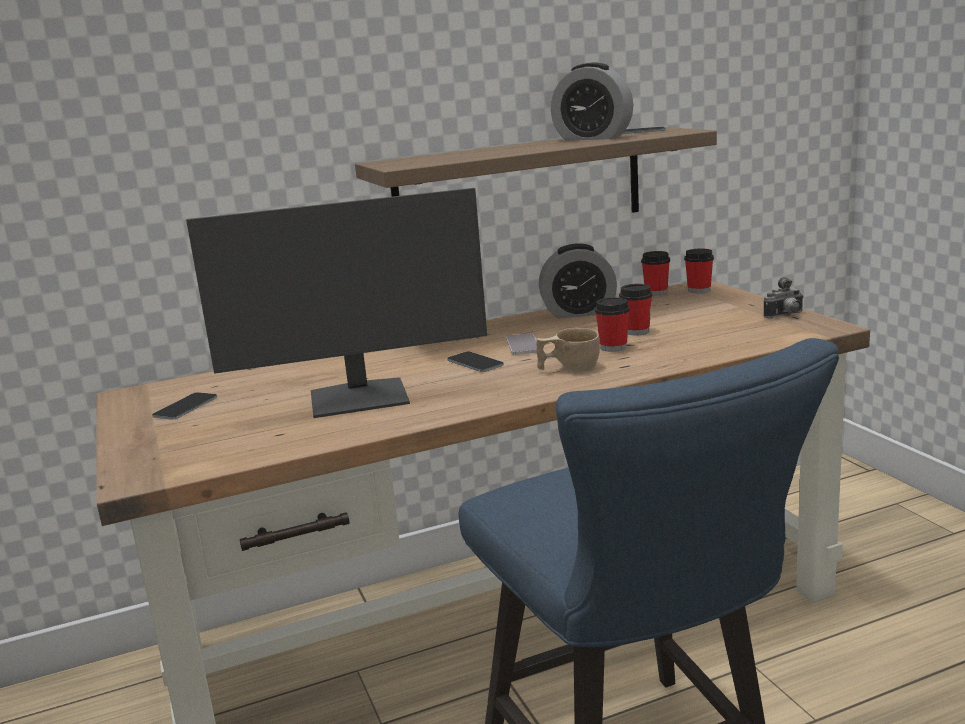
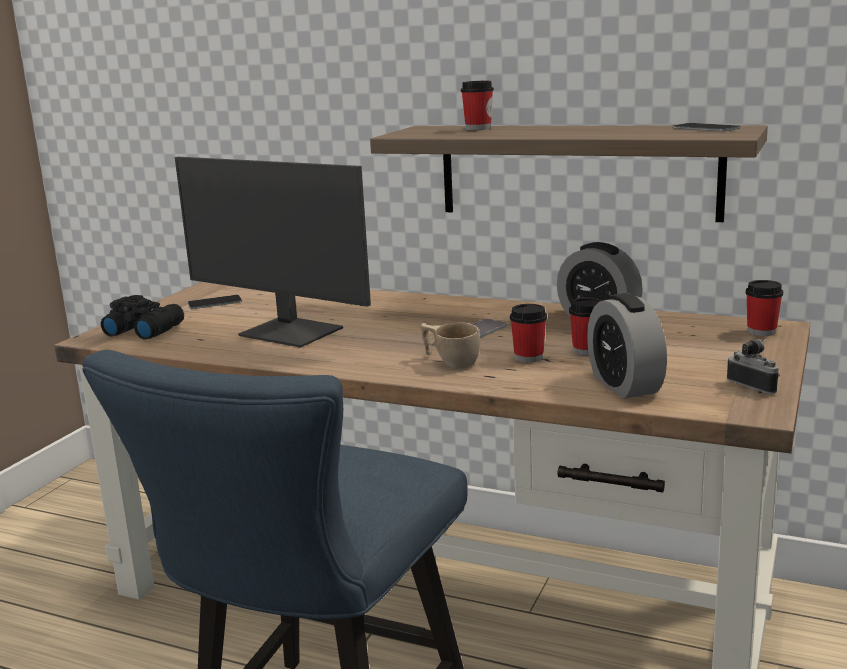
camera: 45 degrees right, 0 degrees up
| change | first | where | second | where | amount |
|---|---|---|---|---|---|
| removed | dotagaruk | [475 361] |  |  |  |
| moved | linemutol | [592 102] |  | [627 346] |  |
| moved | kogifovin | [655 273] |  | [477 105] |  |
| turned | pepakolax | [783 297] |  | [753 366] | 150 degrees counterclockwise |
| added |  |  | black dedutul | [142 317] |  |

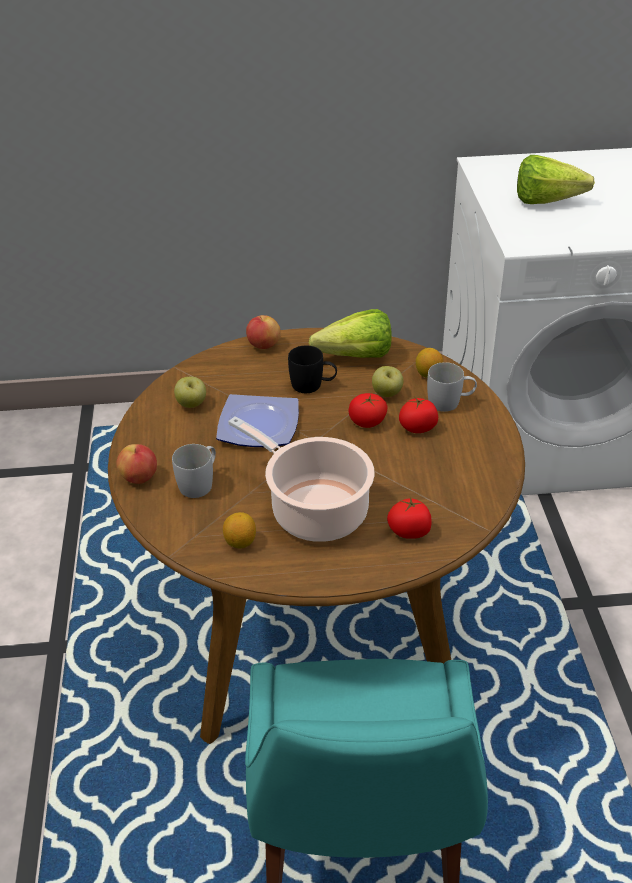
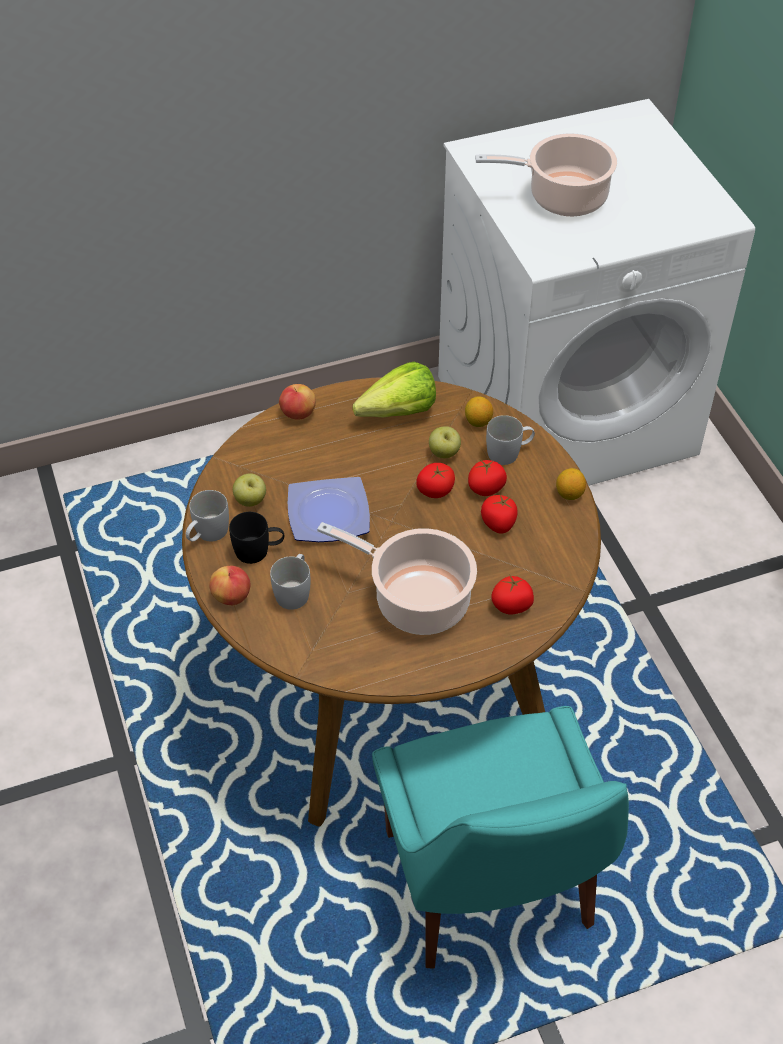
camera: 15 degrees left, 10 degrees up
| change | first | where | second | where | amount |
|---|---|---|---|---|---|
| moved | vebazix | [239 530] |  | [571 484] |  |
| moved | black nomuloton | [312 369] |  | [256 538] |  |
| replaced | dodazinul | [556 179] | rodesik | [546 174] |  |
| added |  |  | white nomuloton | [207 516] |  |
| added |  |  | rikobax | [499 514] |  |

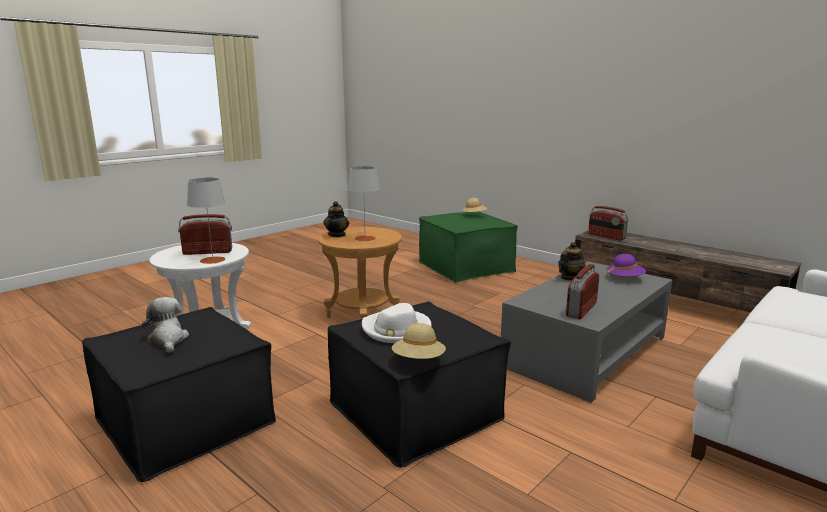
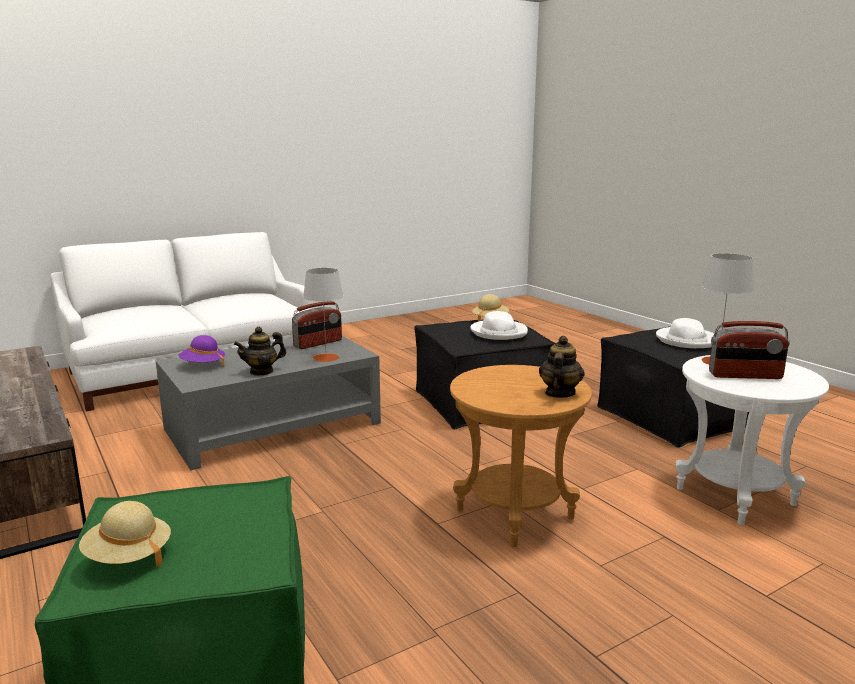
camera: 165 degrees left, 0 degrees up
| change | first | where | second | where | amount |
|---|---|---|---|---|---|
| replaced | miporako | [165 325] | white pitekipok | [685 333] |  |
| moved | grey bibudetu | [364 204] |  | [323 315] |  |
| removed | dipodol | [608 223] |  |  |  |

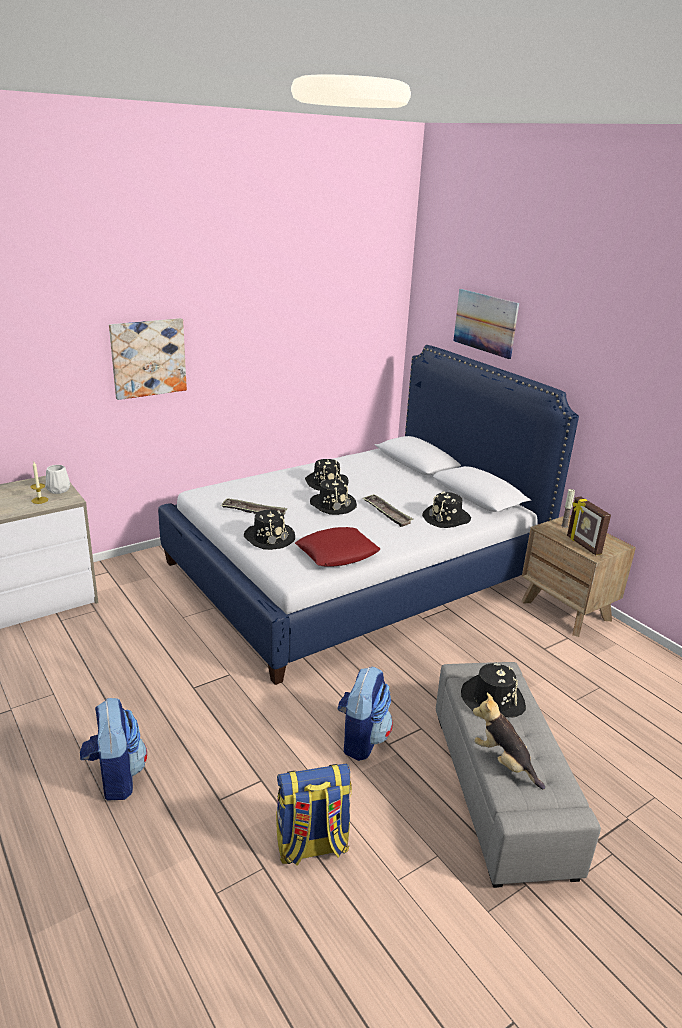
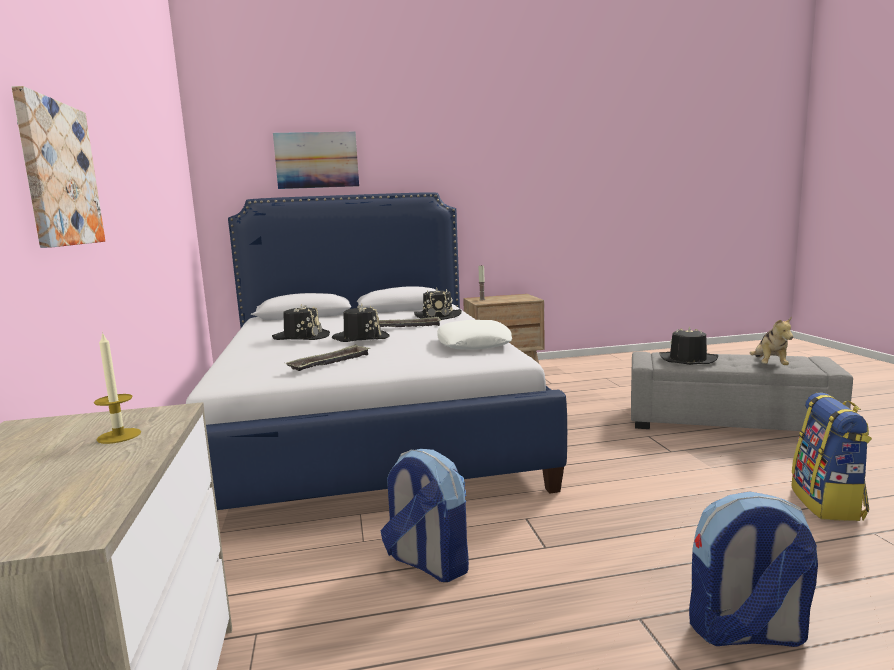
camera: 65 degrees left, 15 degrees down
| change | first | where | second | where | amount |
|---|---|---|---|---|---|
| removed | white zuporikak | [58 479] |  |  |  |
| removed | black pitekipok | [269 529] |  |  |  |
| recoloured | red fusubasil | [337 547] | white fusubasil | [474 335] |  |
| moved | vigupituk | [365 714] |  | [425 515] |  |
| turned | miporako | [509 741] |  | [771 340] | 60 degrees counterclockwise |
| removed | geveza | [589 526] |  |  |  |

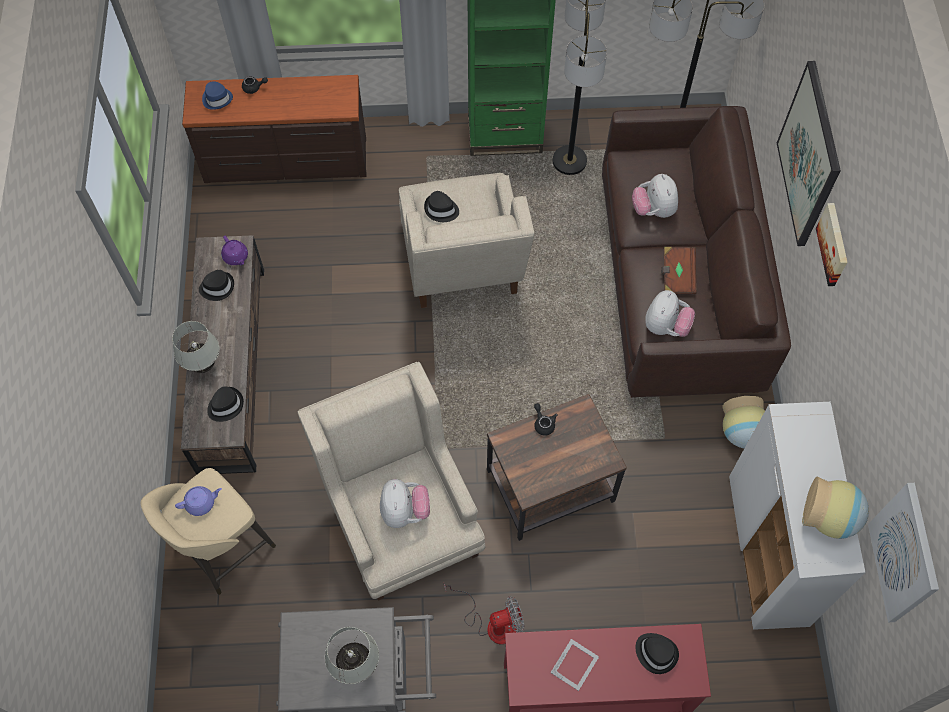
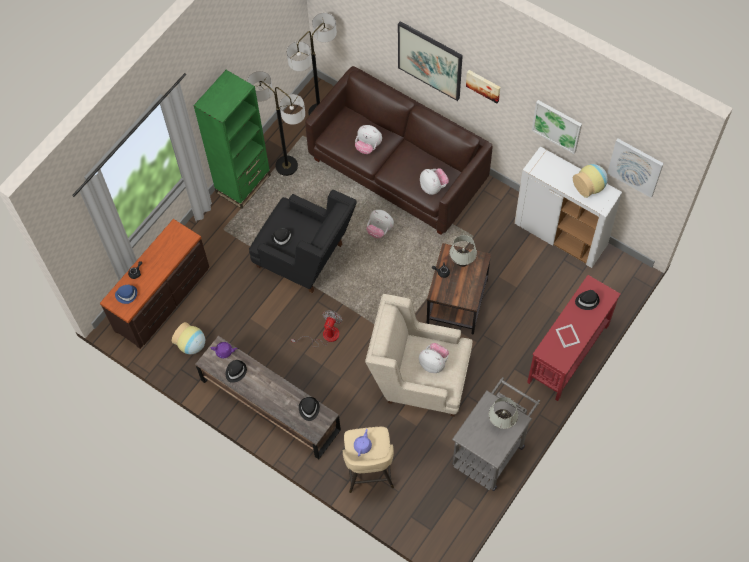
camera: 50 degrees left, 0 degrees up
| change | first | where | second | where | amount |
|---|---|---|---|---|---|
| moved | white bibudetu | [196 347] |  | [463 251] |  |
| recoloured | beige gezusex | [466 240] | black gezusex | [303 241] |  |
| moved | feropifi | [484 614] |  | [316 328] |  |
| removed | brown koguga | [679 270] |  |  |  |
| moved | zuporikak | [743 422] |  | [188 338] |  |
| added |  |  | miporako | [380 224] |  |
| added |  |  | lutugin | [557 127] |  |

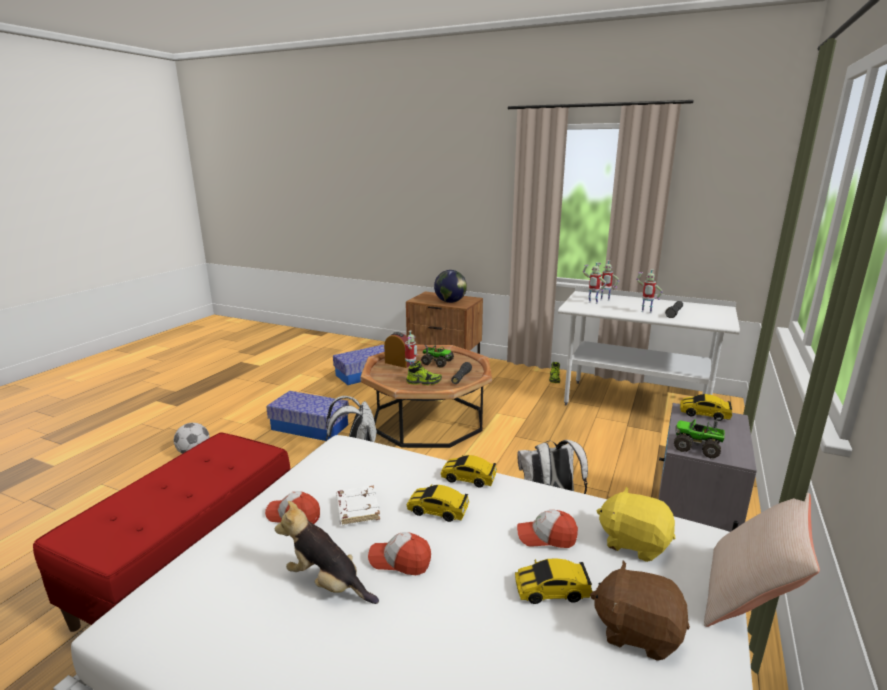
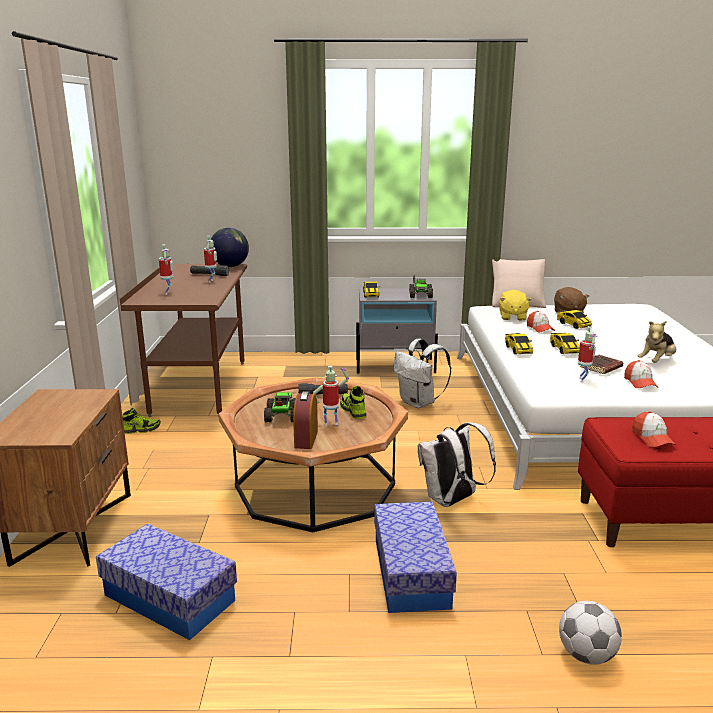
camera: 115 degrees left, 0 degrees up
| change | first | where | second | where | amount |
|---|---|---|---|---|---|
| turned | miporako | [327 552] |  | [657 342] | 45 degrees clockwise |
| recoloured | white koguga | [358 505] | brown koguga | [601 364] |  |
| moved | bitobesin | [399 553] |  | [653 429] |  |
| moved | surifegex | [450 286] |  | [230 247] |  |
| recoloured | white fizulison | [649 345] | brown fizulison | [183 340] |  |
| moved | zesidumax | [594 283] |  | [588 354] |  |

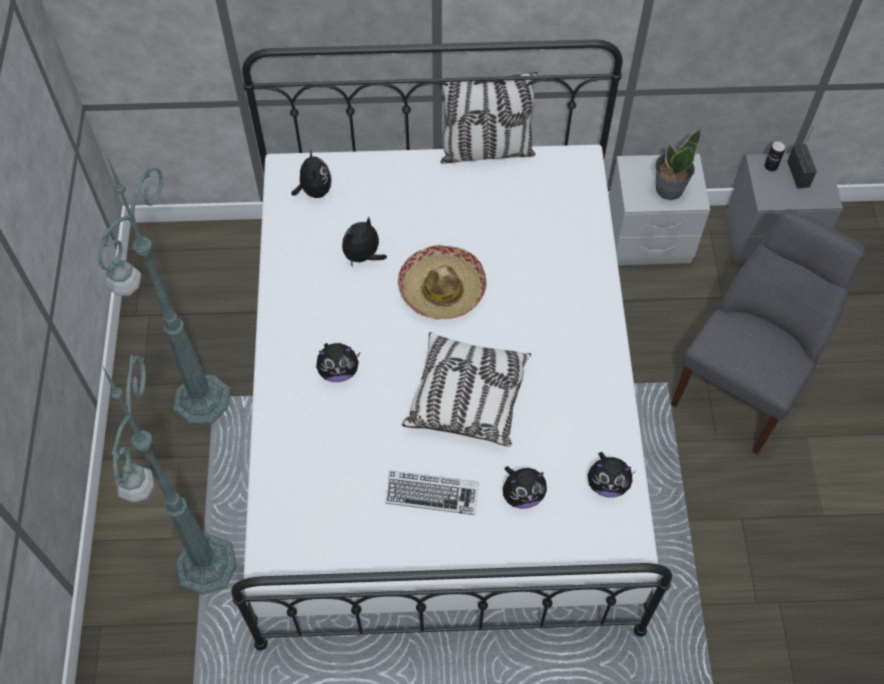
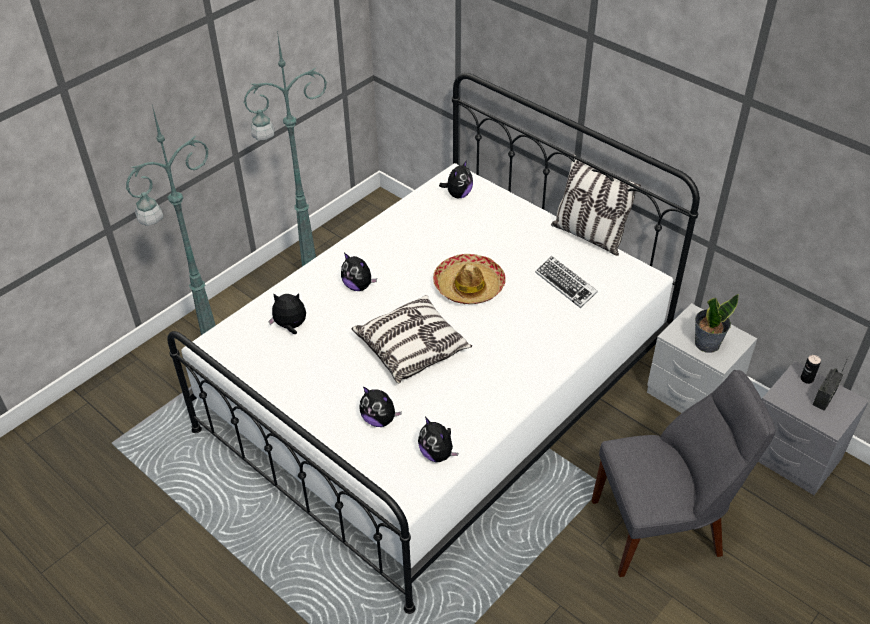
camera: 45 degrees right, 15 degrees down
| change | first | where | second | where | amount |
|---|---|---|---|---|---|
| moved | miporako | [364 242] |  | [287 313] |  |
| moved | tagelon | [432 493] |  | [566 282] |  |

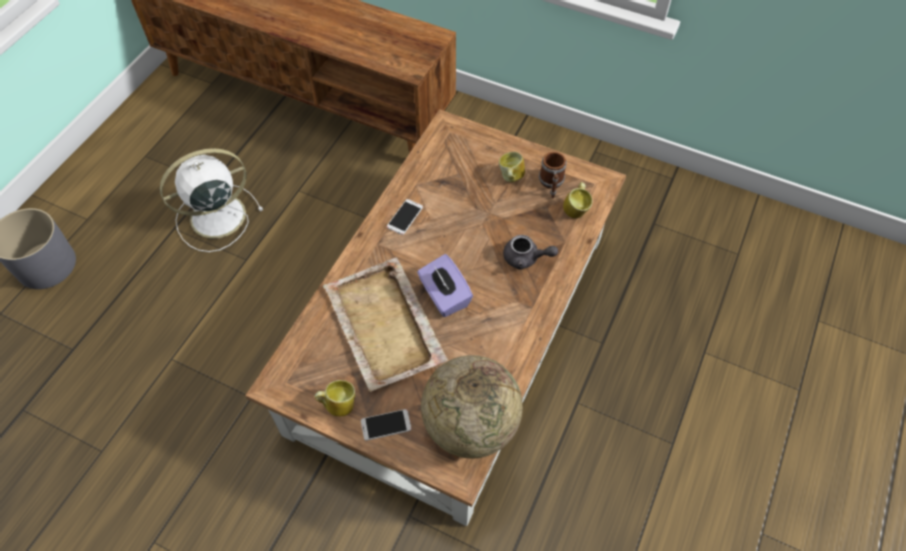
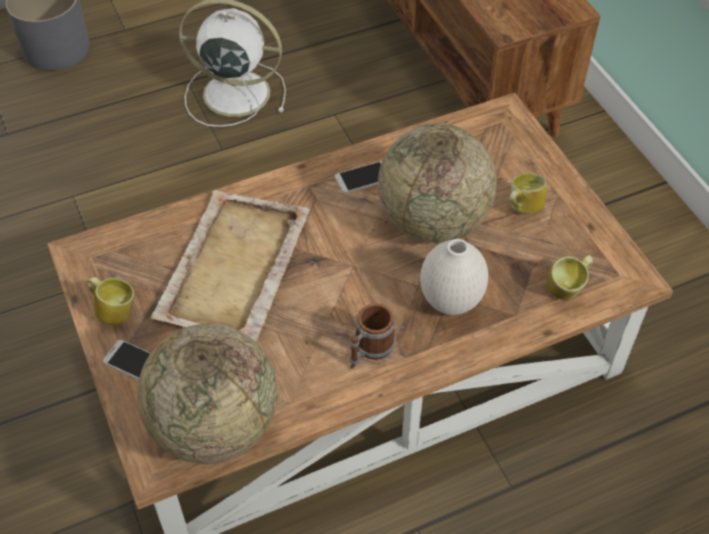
camera: 40 degrees right, 5 degrees down
| change | first | where | second | where | amount |
|---|---|---|---|---|---|
| removed | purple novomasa | [445 285] |  |  |  |
| replaced | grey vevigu | [530 252] | white zuporikak | [454 277] |  |
| moved | nomuloton | [553 175] |  | [373 336] |  |
| added |  |  | surifegex | [437 183] |  |

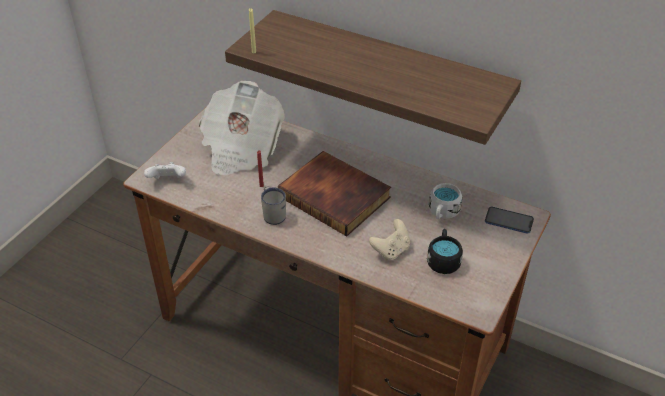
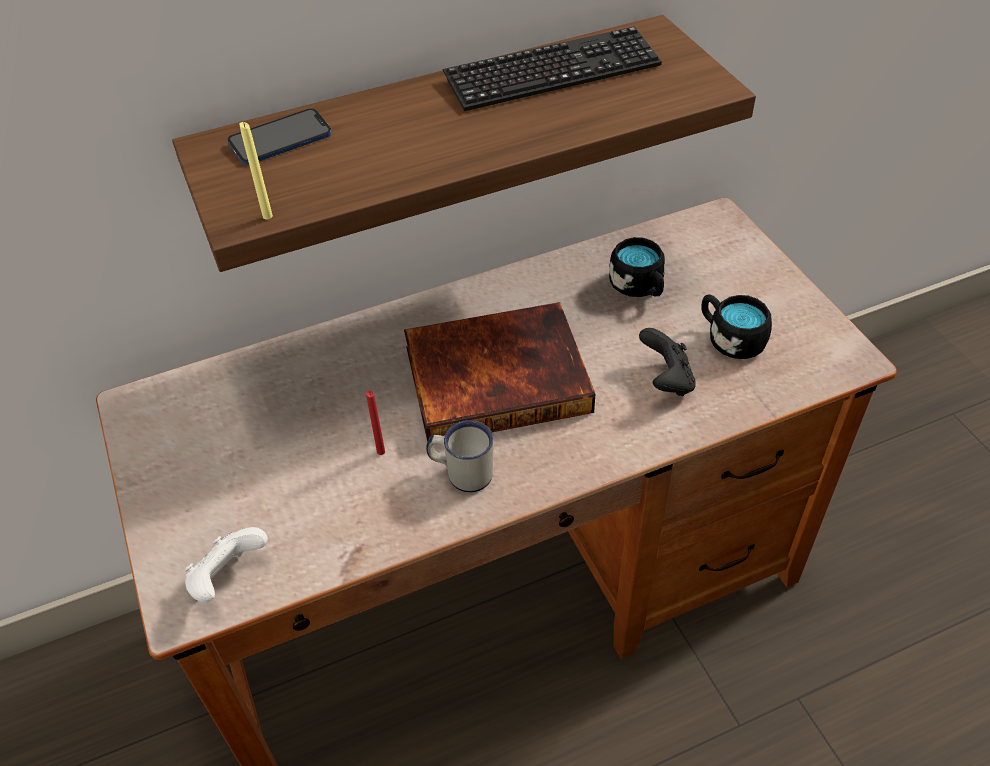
camera: 50 degrees left, 5 degrees up
| change | first | where | second | where | amount |
|---|---|---|---|---|---|
| removed | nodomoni | [242 128] |  |  |  |
| recoloured | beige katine | [389 240] | black katine | [667 362] |  |
| recoloured | white nomuloton | [445 201] | black nomuloton | [637 267] |  |
| moved | dotagaruk | [509 220] |  | [280 136] |  |
| added |  |  | tagelon | [552 68] |  |

